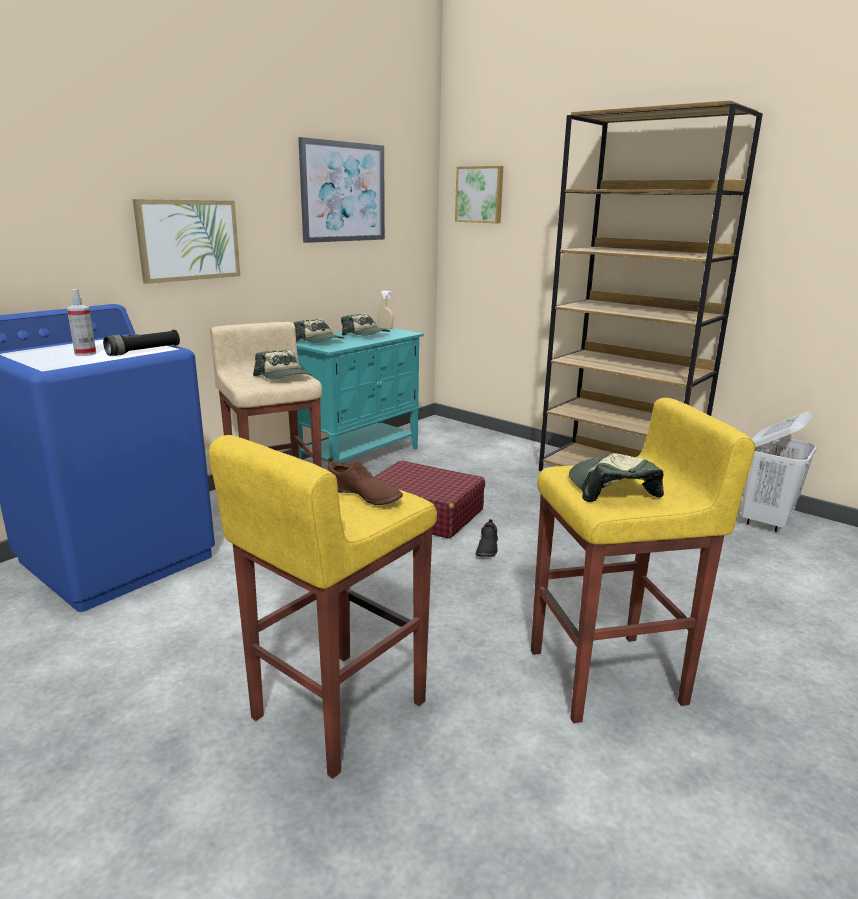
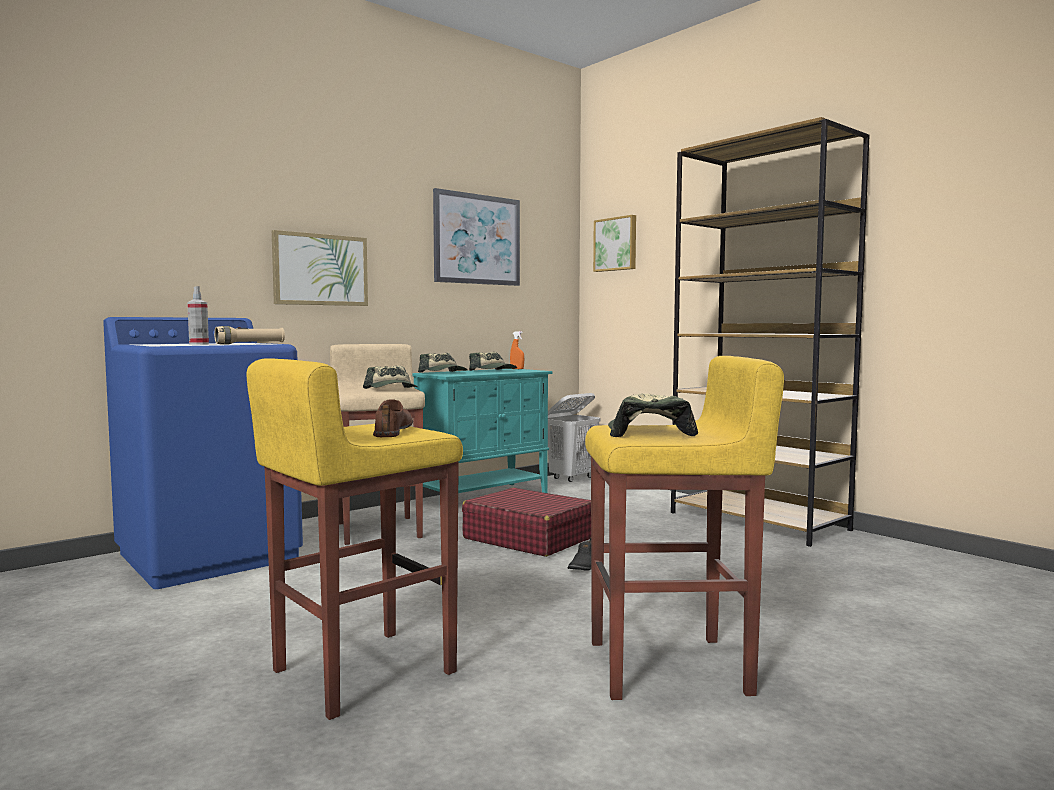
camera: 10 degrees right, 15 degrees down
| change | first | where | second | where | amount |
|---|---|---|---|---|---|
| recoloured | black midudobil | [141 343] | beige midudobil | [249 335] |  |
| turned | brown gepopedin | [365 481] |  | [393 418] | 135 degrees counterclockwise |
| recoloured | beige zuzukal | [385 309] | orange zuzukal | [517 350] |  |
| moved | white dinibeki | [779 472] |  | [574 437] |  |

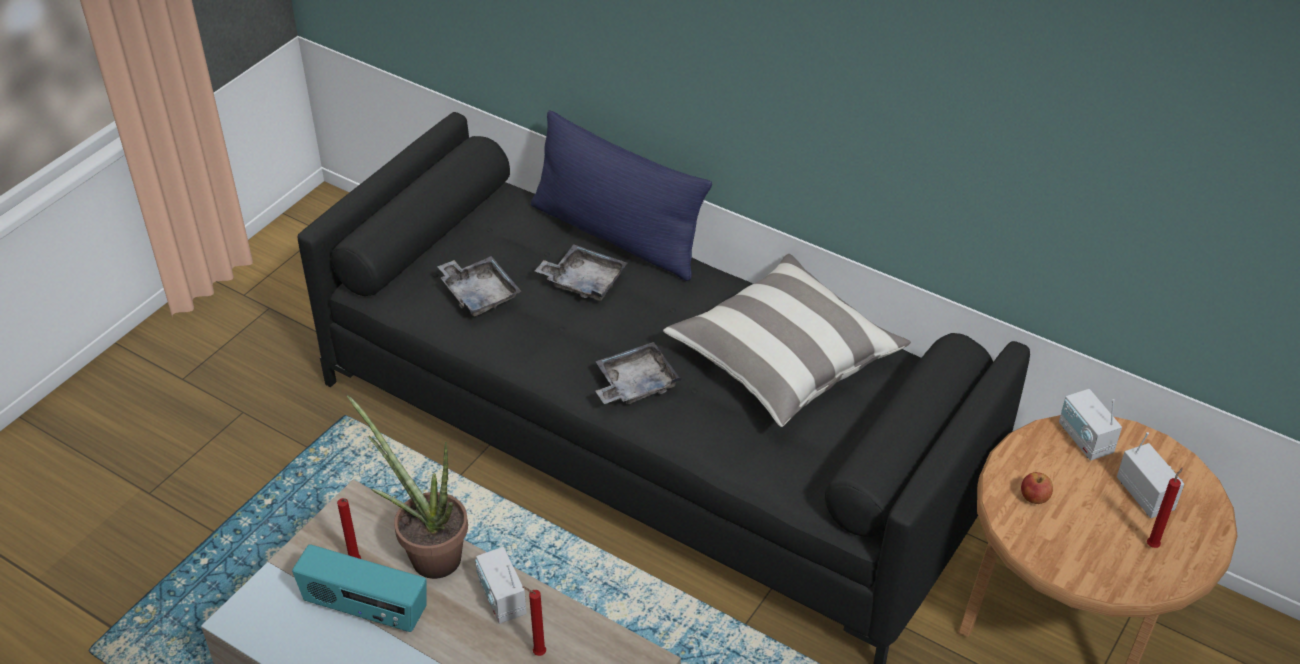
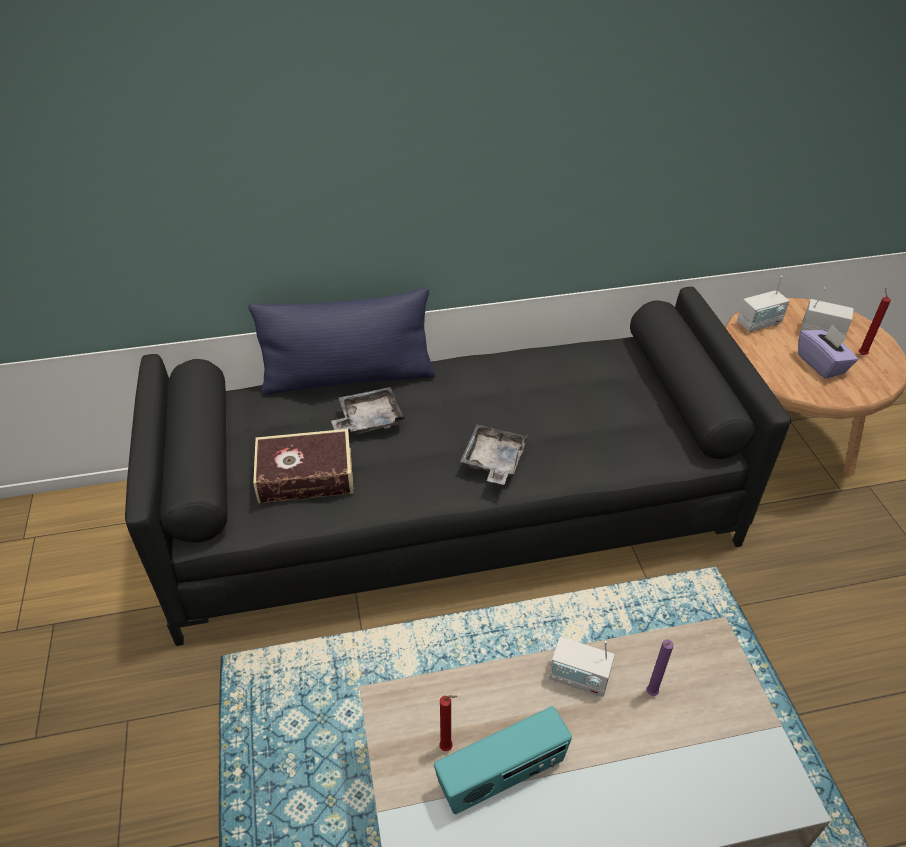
camera: 45 degrees left, 0 degrees up
| change | first | where | second | where | amount |
|---|---|---|---|---|---|
| removed | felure | [407 487] |  |  |  |
| replaced | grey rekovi | [479 286] | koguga | [303 466] |  |
| recoloured | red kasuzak | [534 621] | purple kasuzak | [660 667] |  |
| removed | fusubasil | [787 340] |  |  |  |
| removed | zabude | [1037 488] |  |  |  |
| turned | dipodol | [1090 425] |  | [763 304] | 45 degrees counterclockwise |
| added |  |  | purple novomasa | [828 351] |  |

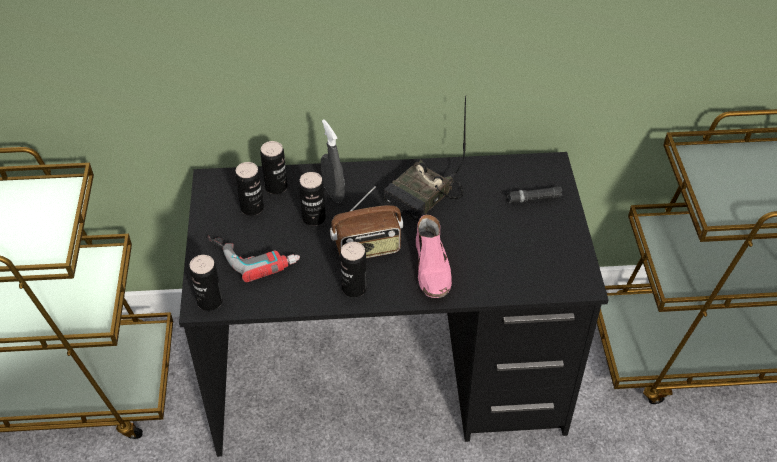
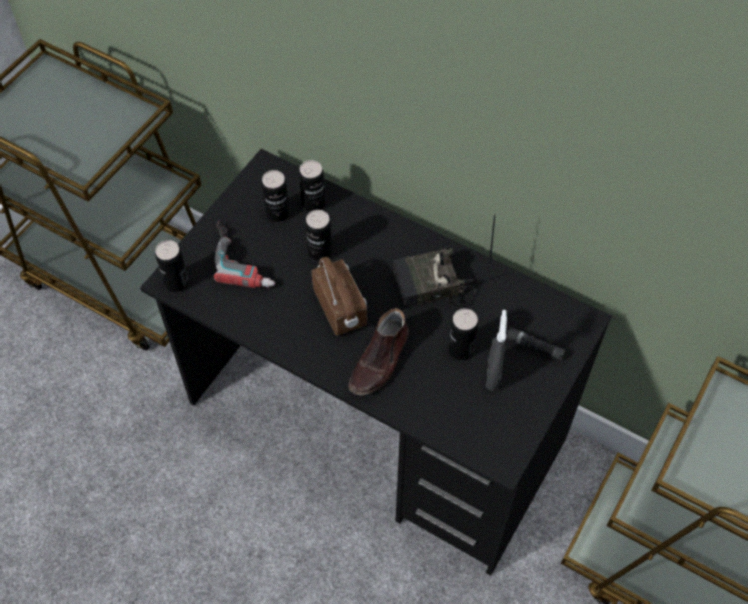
camera: 35 degrees right, 10 degrees up
| change | first | where | second | where | amount |
|---|---|---|---|---|---|
| moved | grey zuzukal | [333 161] |  | [496 350] |  |
| turned | dipodol | [366 222] |  | [339 296] | 135 degrees counterclockwise |
| moved | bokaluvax | [353 270] |  | [463 334] |  |
| recoloured | pink gepopedin | [434 256] | brown gepopedin | [378 352] |  |

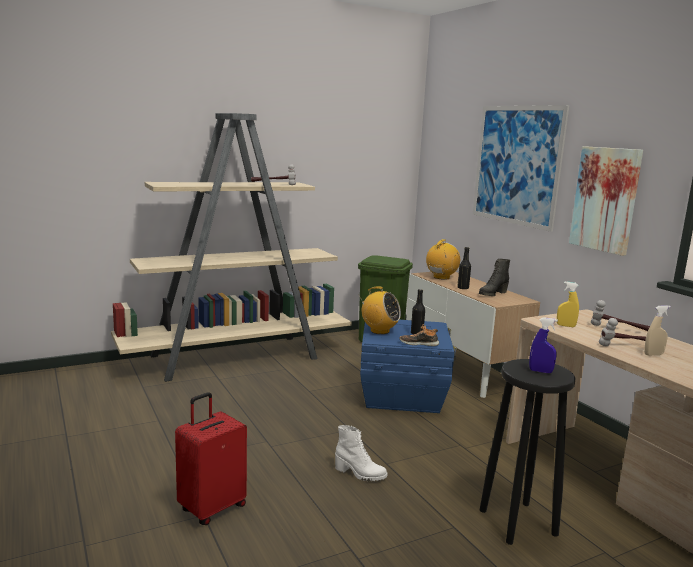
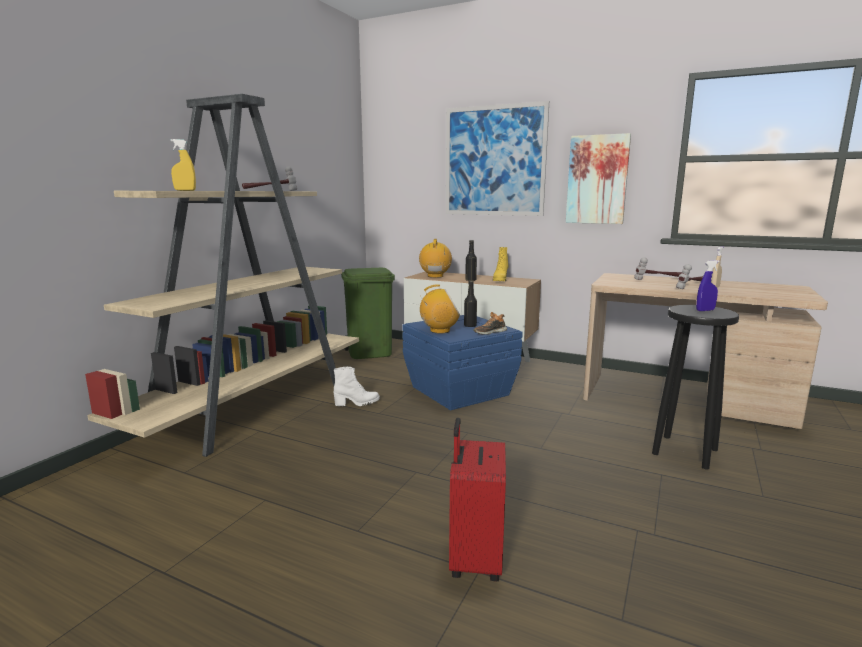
camera: 35 degrees left, 0 degrees up
| change | first | where | second | where | amount |
|---|---|---|---|---|---|
| moved | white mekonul | [361 453] |  | [357 386] |  |
| recoloured | black mekonul | [494 277] | yellow mekonul | [500 264] |  |
| moved | yellow zuzukal | [568 304] |  | [183 165] |  |

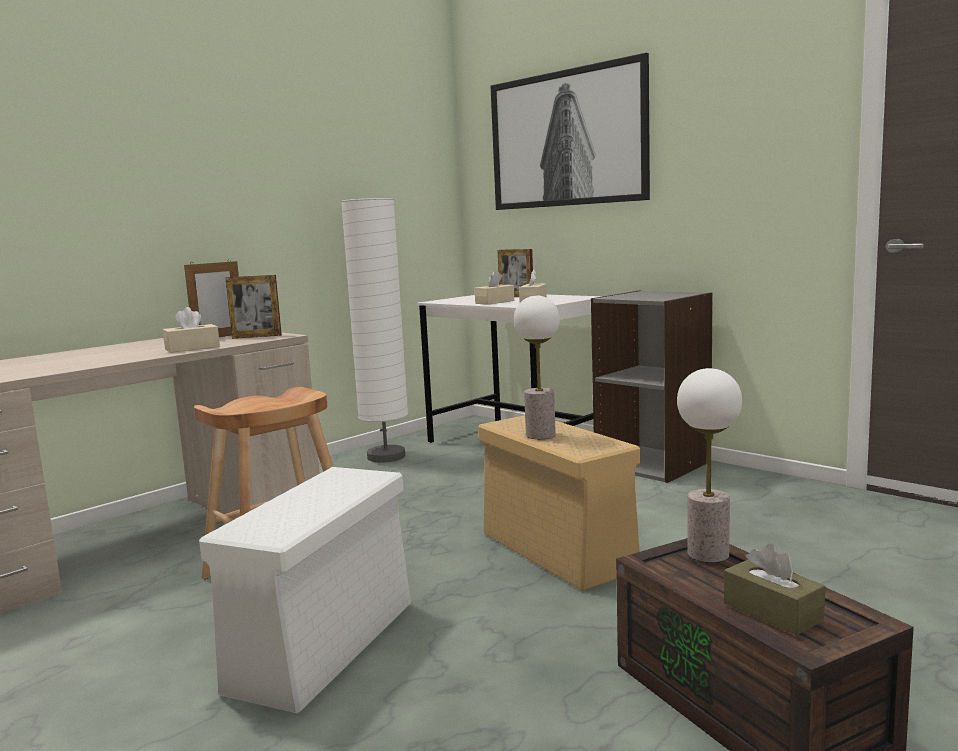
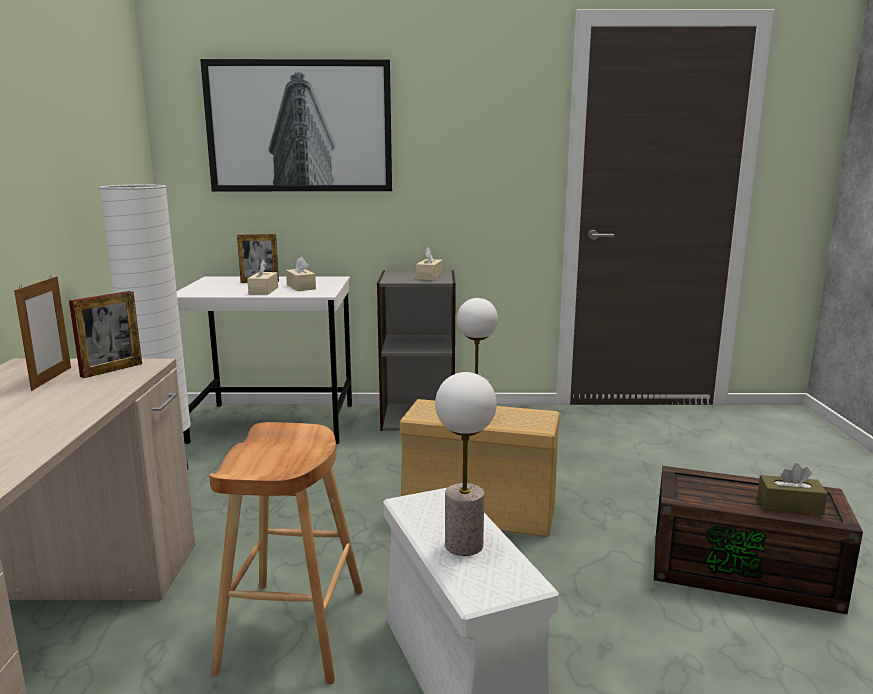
camera: 45 degrees left, 5 degrees up
| change | first | where | second | where | amount |
|---|---|---|---|---|---|
| moved | beige novomasa | [191 330] |  | [429 263] |  |
| moved | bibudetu | [709 465] |  | [466 464] |  |

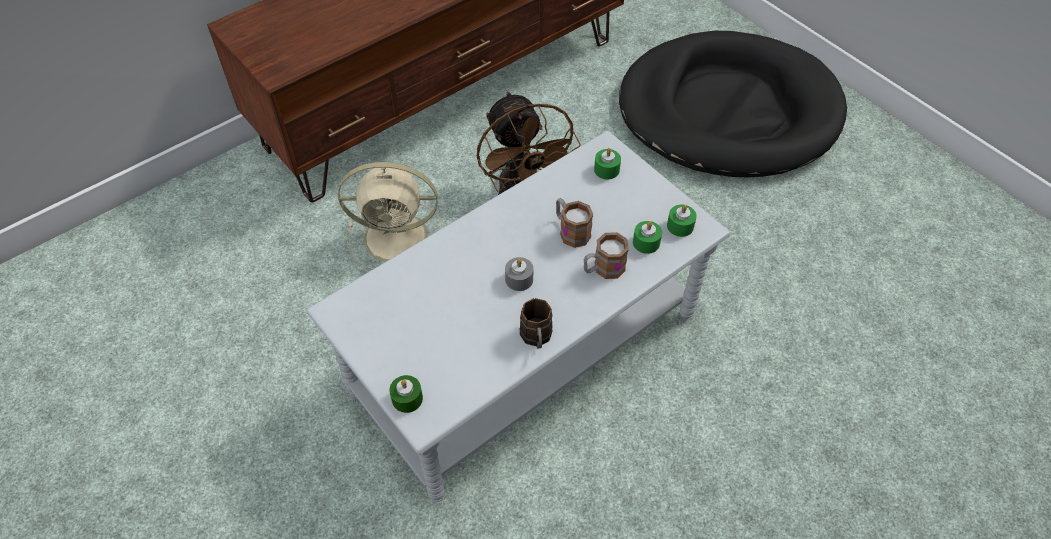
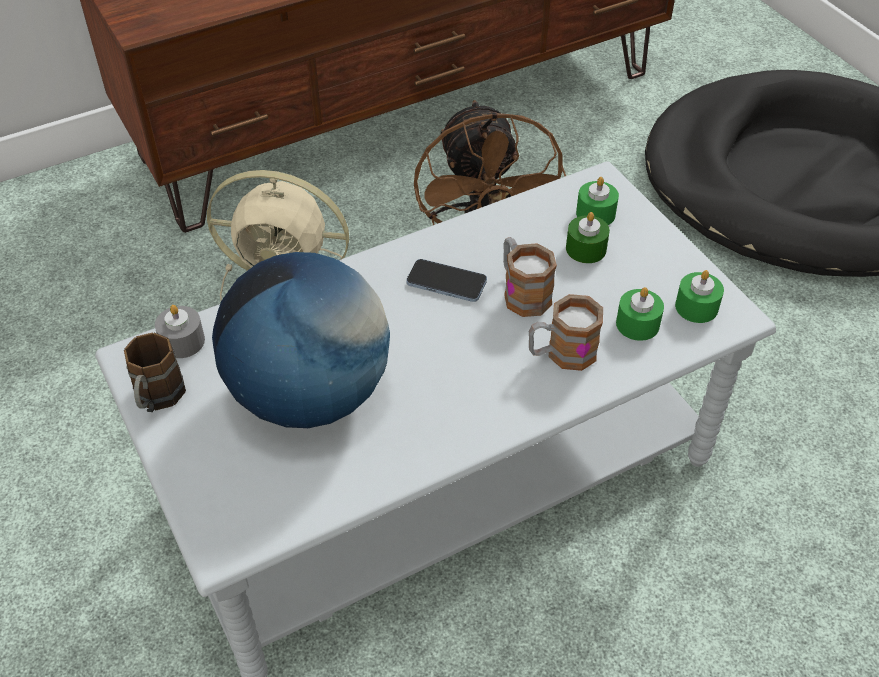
camera: 10 degrees right, 5 degrees down
| change | first | where | second | where | amount |
|---|---|---|---|---|---|
| moved | green kasuzak | [406 394] |  | [588 237] |  |
| moved | grey kasuzak | [519 274] |  | [180 331] |  |
| moved | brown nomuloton | [536 323] |  | [155 372] |  |
| added |  |  | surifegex | [301 340] |  |
| added |  |  | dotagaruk | [446 280] |  |

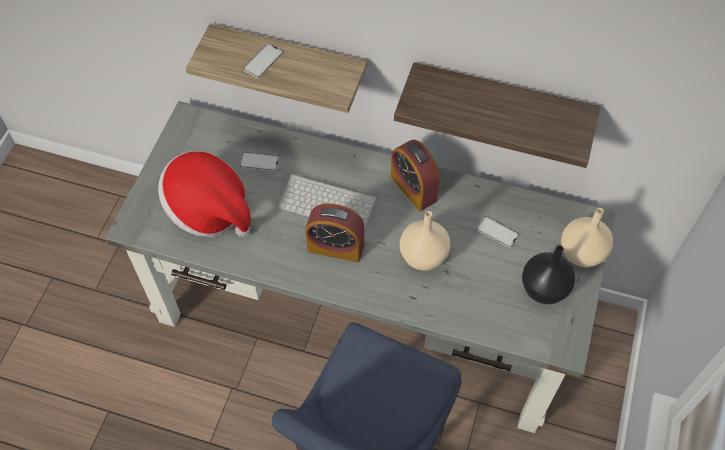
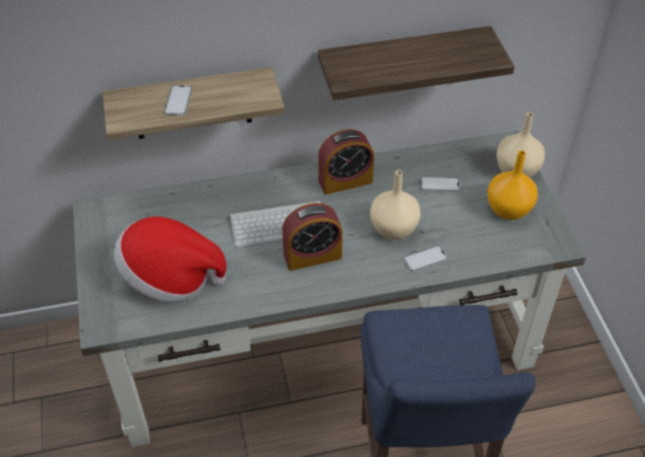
camera: 30 degrees left, 10 degrees down
| change | first | where | second | where | amount |
|---|---|---|---|---|---|
| moved | dotagaruk | [260 161] |  | [425 259] |  |
| turned | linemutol | [415 175] |  | [346 162] | 45 degrees counterclockwise |
| recoloured | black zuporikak | [548 274] | orange zuporikak | [512 185] |  |

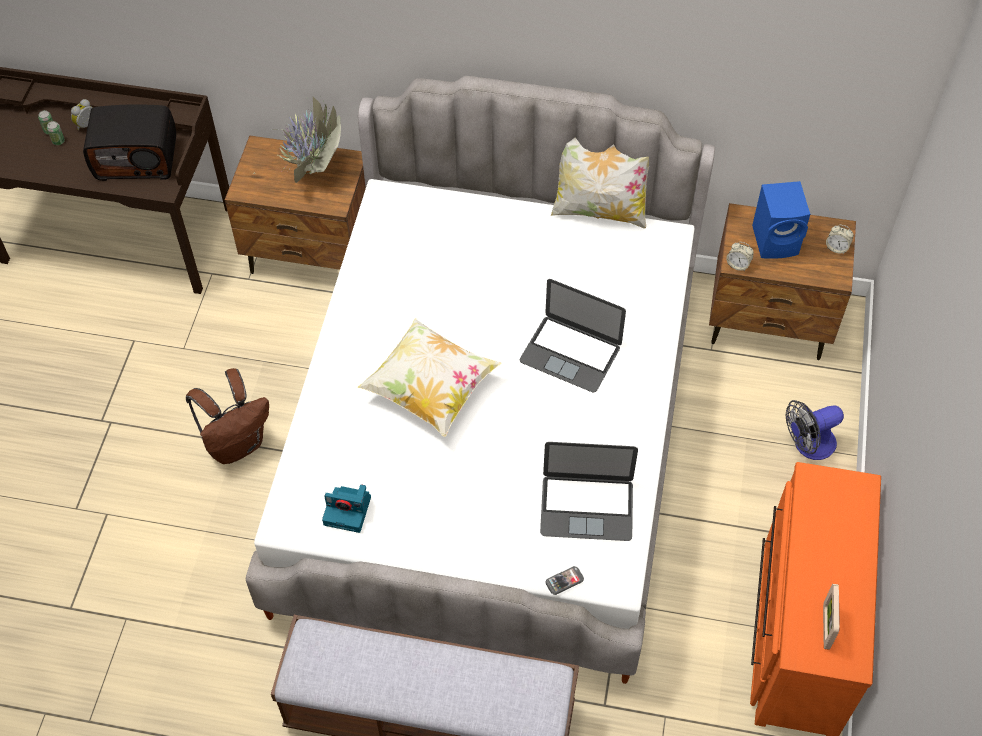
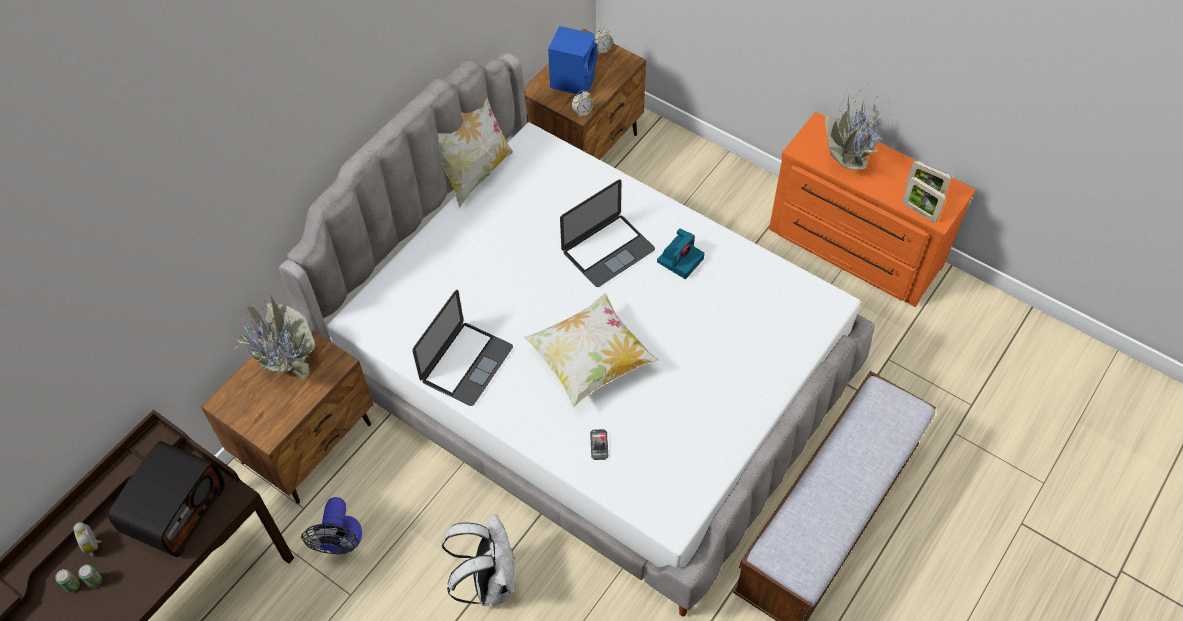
camera: 65 degrees left, 0 degrees up
| change | first | where | second | where | amount |
|---|---|---|---|---|---|
| recoloured | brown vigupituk | [227 416] | white vigupituk | [478 560] |  |
| moved | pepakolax | [346 508] |  | [680 253] |  |
| moved | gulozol | [589 491] |  | [463 348] |  |
| moved | dotagaruk | [565 580] |  | [599 444] |  |
| moved | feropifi | [814 430] |  | [331 525] |  |
| added |  |  | felure | [865 131] |  |
| added |  |  | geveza | [924 199] |  |

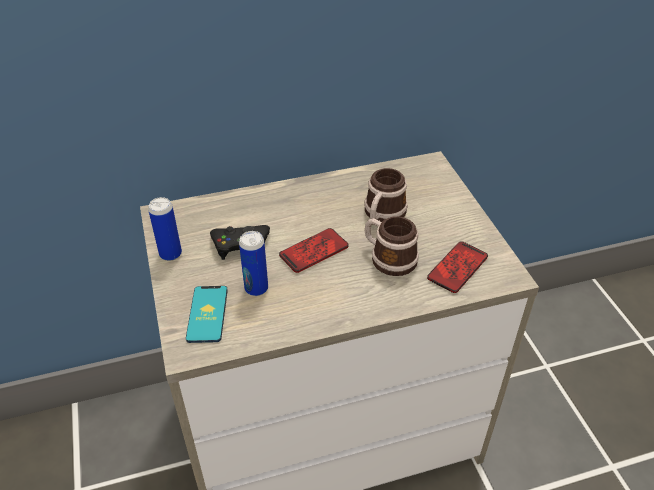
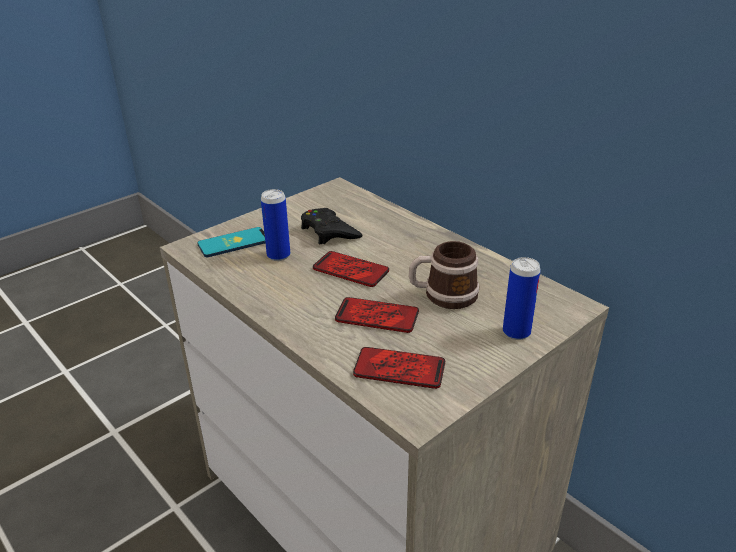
camera: 65 degrees right, 10 degrees down
| change | first | where | second | where | amount |
|---|---|---|---|---|---|
| moved | bokaluvax | [165 229] |  | [522 298] |  |
| replaced | nomuloton | [392 246] | dotagaruk | [377 315] |  |

